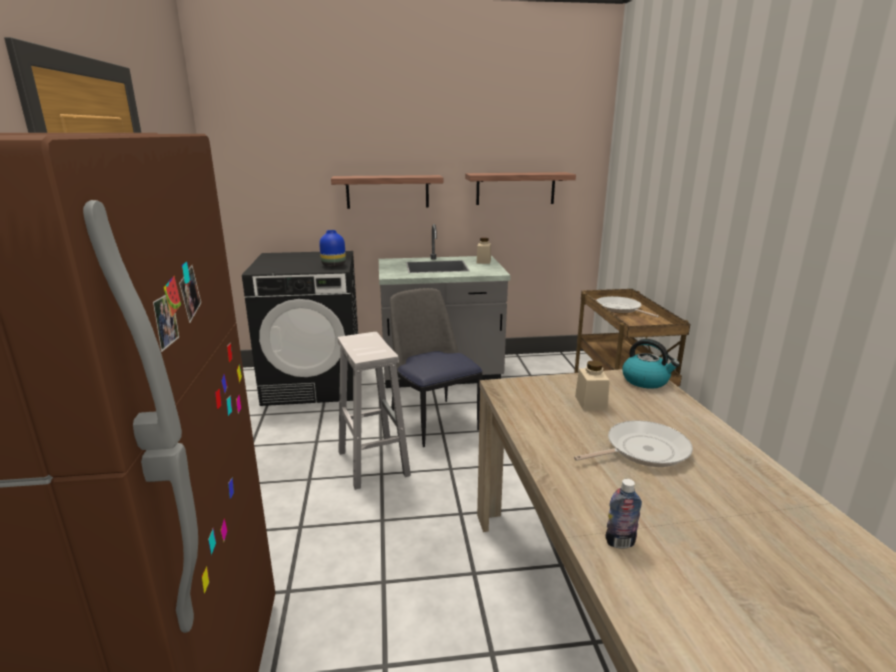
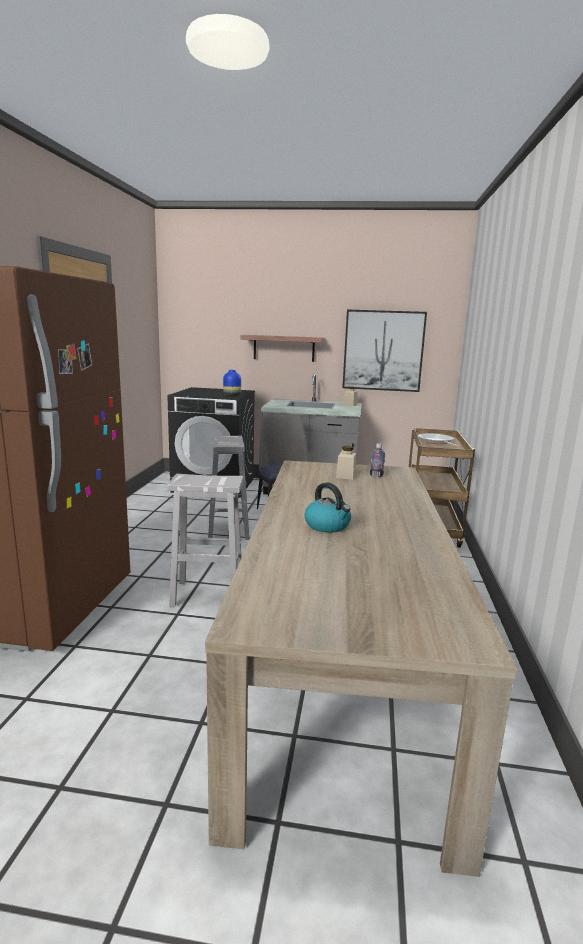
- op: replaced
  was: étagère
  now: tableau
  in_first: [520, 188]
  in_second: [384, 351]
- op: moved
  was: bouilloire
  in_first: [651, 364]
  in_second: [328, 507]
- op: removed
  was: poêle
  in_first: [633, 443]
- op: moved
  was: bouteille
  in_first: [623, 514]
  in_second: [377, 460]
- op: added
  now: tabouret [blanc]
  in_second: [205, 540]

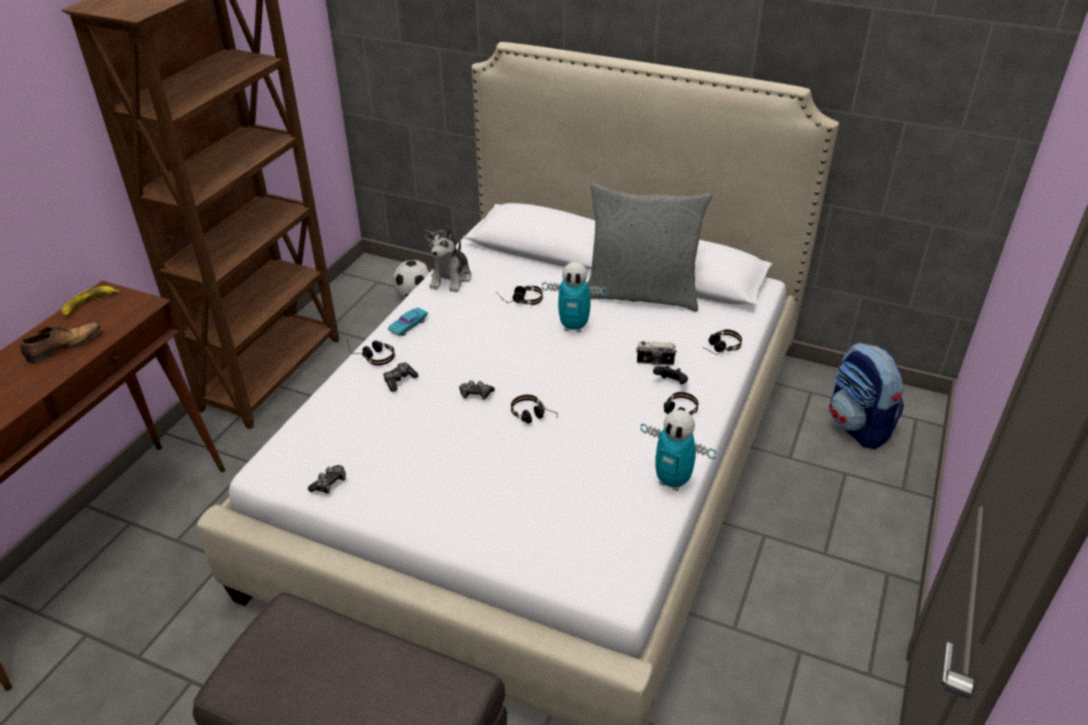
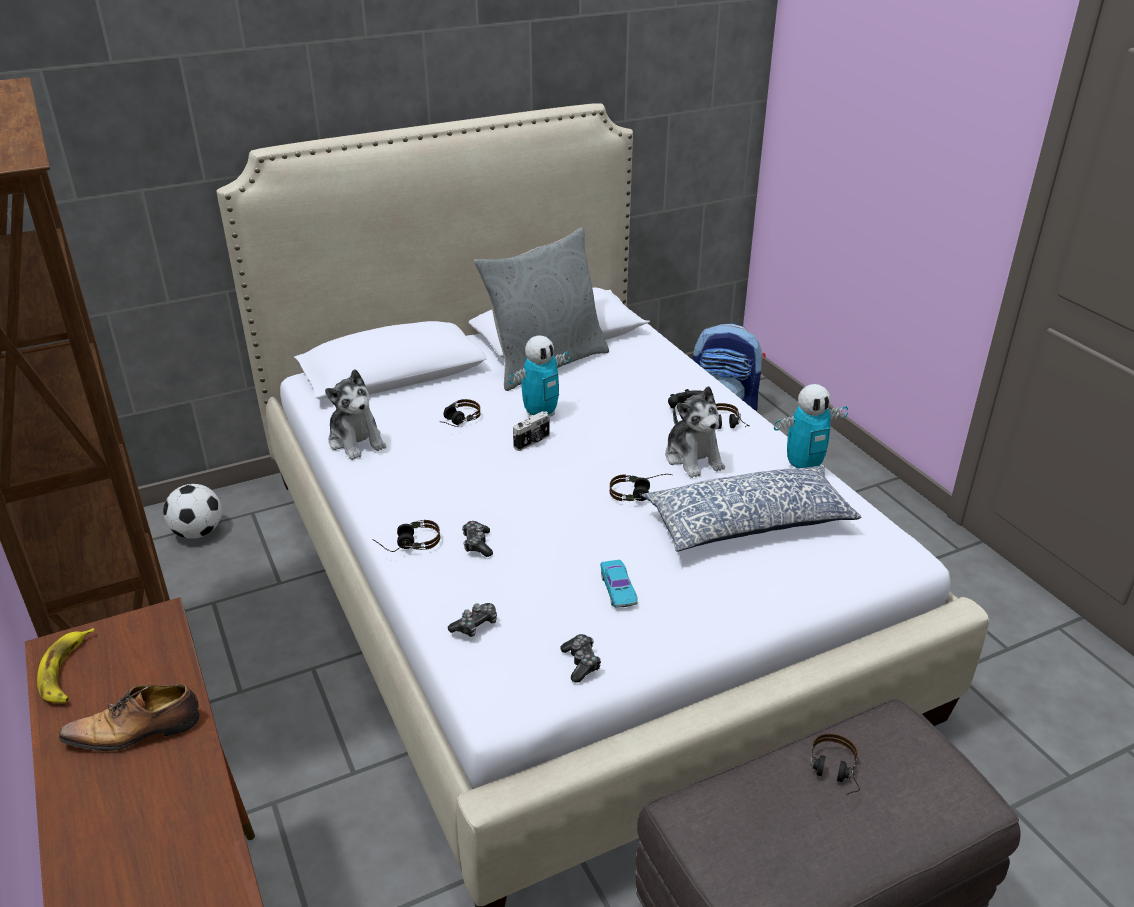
- op: moved
  was: petite voiture [turquoise]
  in_first: [408, 322]
  in_second: [619, 583]
- op: turned
  was: chaussure
  in_first: [61, 343]
  in_second: [129, 717]
  clockwise: -105
- op: moved
  was: casque audio
  in_first: [723, 342]
  in_second: [835, 764]
- op: moved
  was: appareil photo
  in_first: [656, 353]
  in_second: [531, 431]
- op: moved
  was: manette
  in_first: [477, 390]
  in_second: [472, 620]
- op: added
  now: peluche
  in_second: [695, 432]
- op: added
  now: coussin
  in_second: [752, 508]

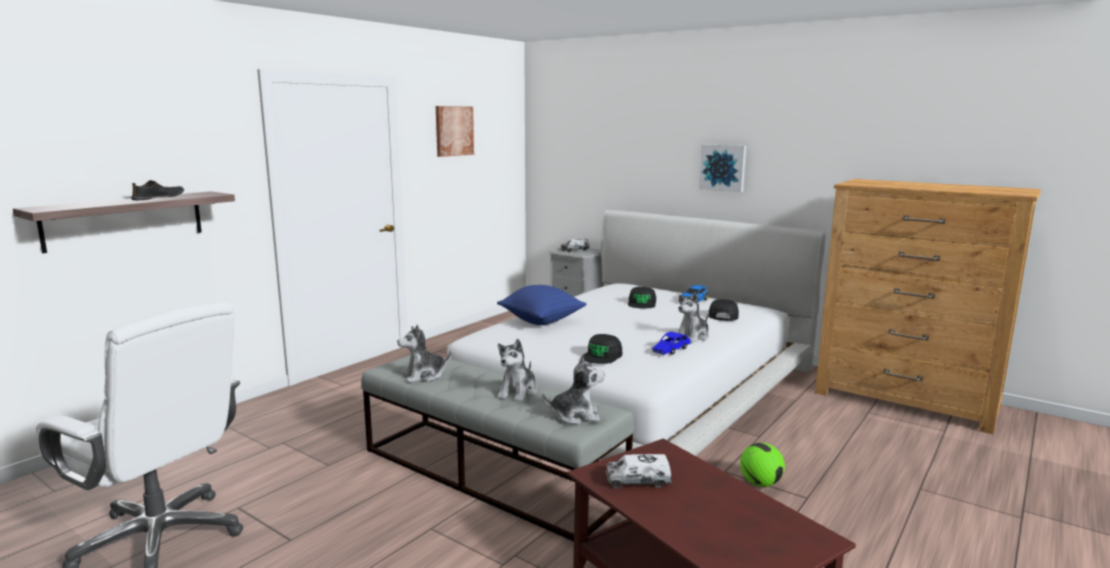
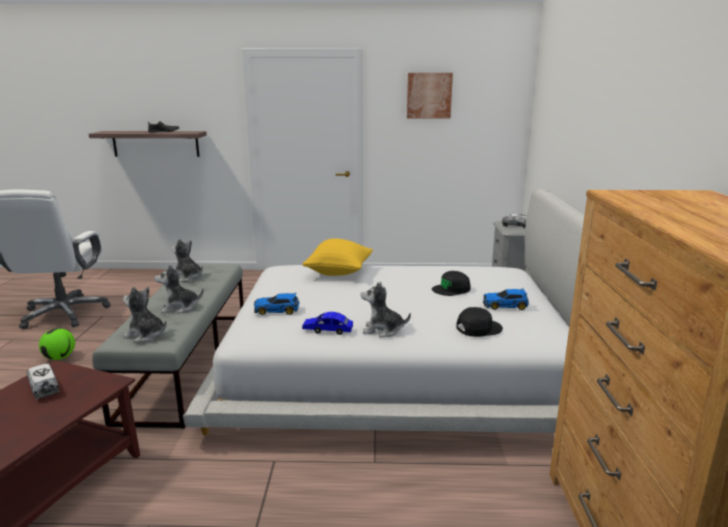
- op: removed
  was: tableau
  in_first: [722, 168]
- op: recoloured
  was: coussin [bleu]
  now: coussin [jaune]
  in_first: [541, 305]
  in_second: [338, 257]
- op: replaced
  was: casquette [noir]
  now: petite voiture
  in_first: [602, 349]
  in_second: [276, 304]
- op: turned
  was: peluche
  in_first: [574, 390]
  in_second: [145, 315]
  clockwise: 150
- op: moved
  was: ballon de foot
  in_first: [762, 465]
  in_second: [57, 344]

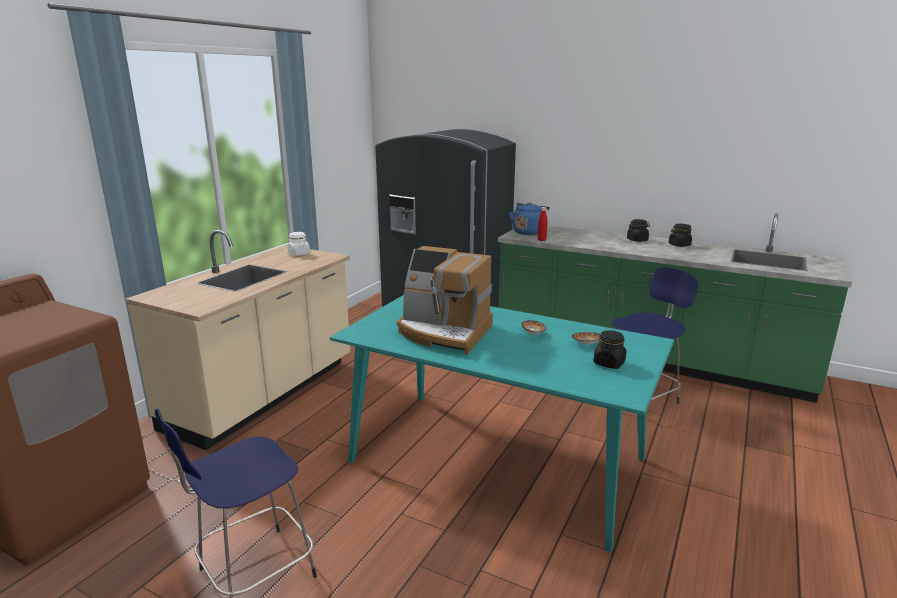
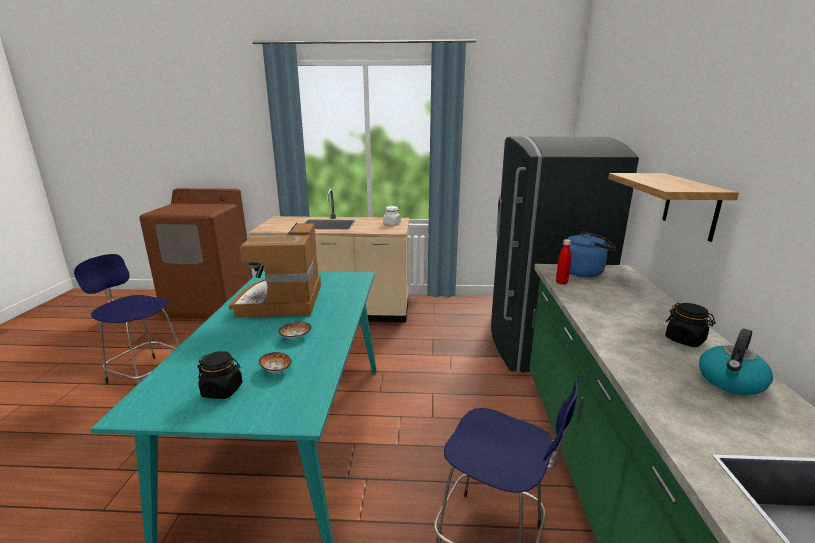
- op: replaced
  was: bocal [noir]
  now: bouilloire
  in_first: [680, 235]
  in_second: [736, 362]
- op: added
  now: étagère
  in_second: [673, 207]

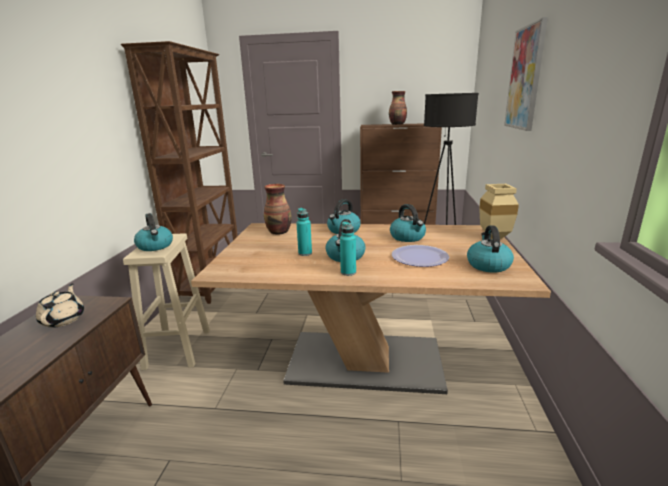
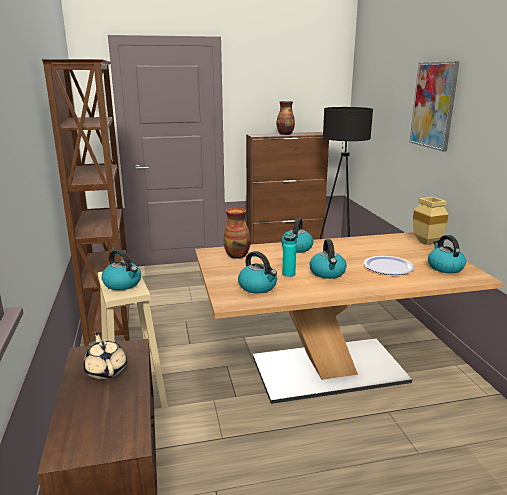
- op: moved
  was: bouilloire
  in_first: [408, 223]
  in_second: [257, 272]
- op: removed
  was: bouteille [turquoise]
  in_first: [348, 248]

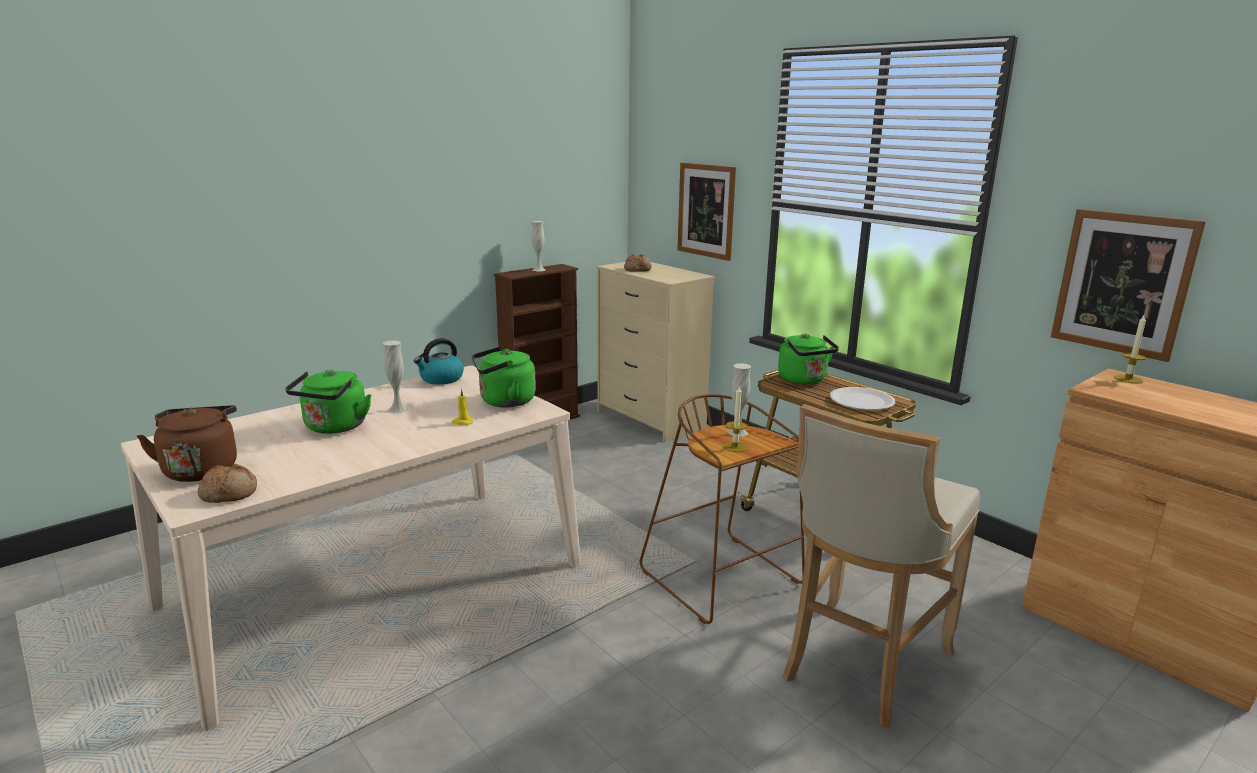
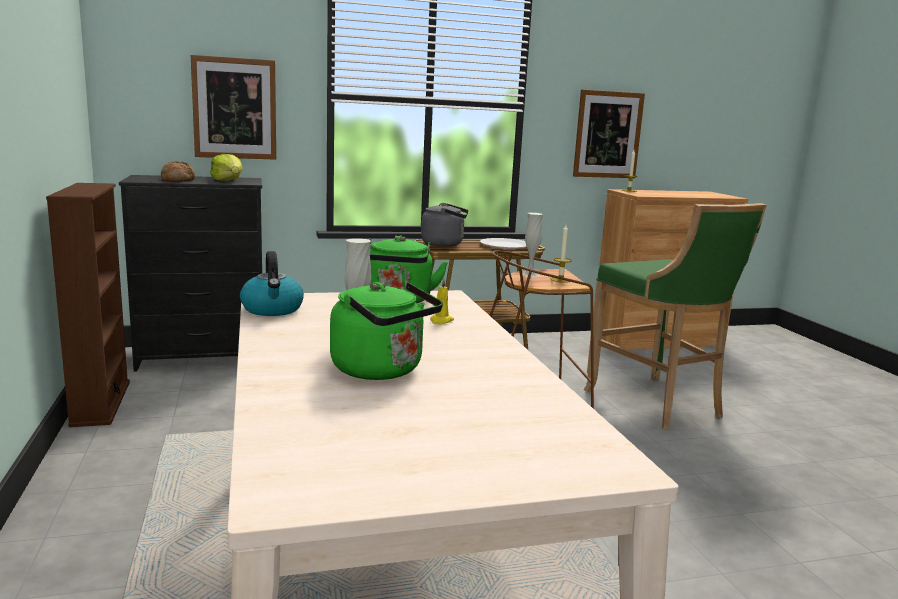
- op: removed
  was: vase [blanc]
  in_first: [538, 246]
- op: recoloured
  was: commode [beige]
  now: commode [noir]
  in_first: [656, 352]
  in_second: [190, 273]
- op: recoloured
  was: bouilloire [vert]
  now: bouilloire [gris]
  in_first: [808, 359]
  in_second: [444, 225]
- op: recoloured
  was: tabouret [beige]
  now: tabouret [vert]
  in_first: [881, 565]
  in_second: [675, 316]
- op: removed
  was: bouilloire [marron]
  in_first: [187, 443]
- op: removed
  was: pain
  in_first: [227, 483]
- op: added
  now: laitue
  in_second: [226, 167]

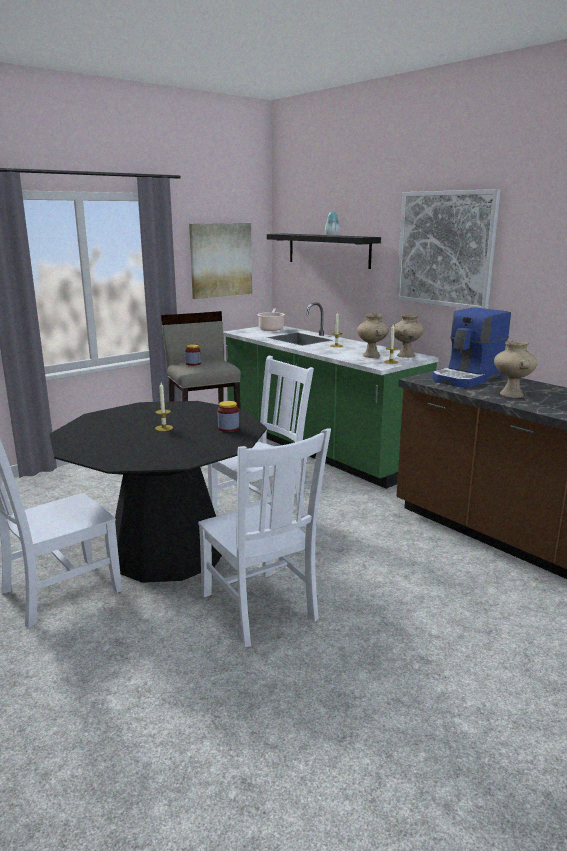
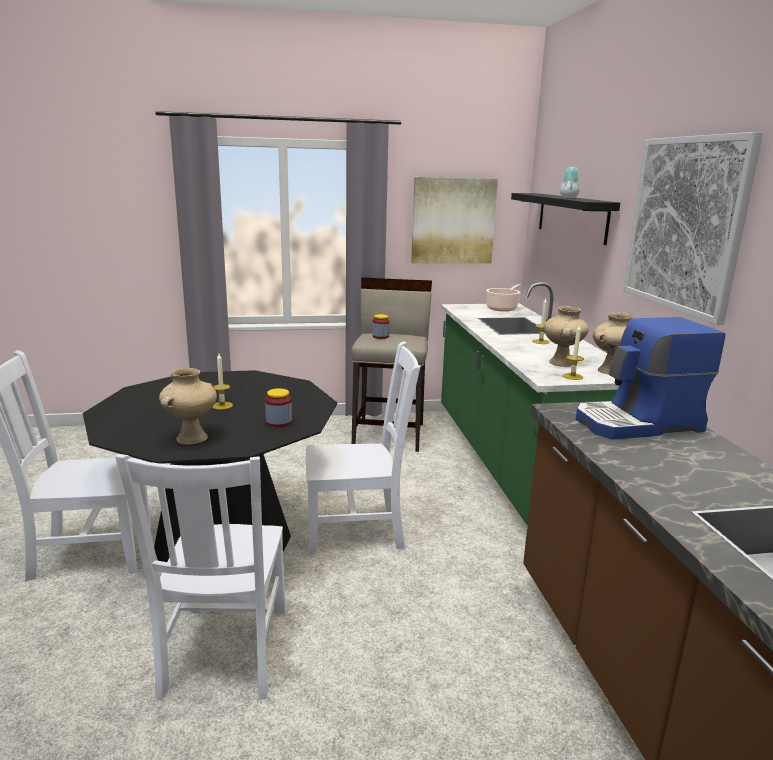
- op: moved
  was: vase [beige]
  in_first: [515, 369]
  in_second: [188, 406]

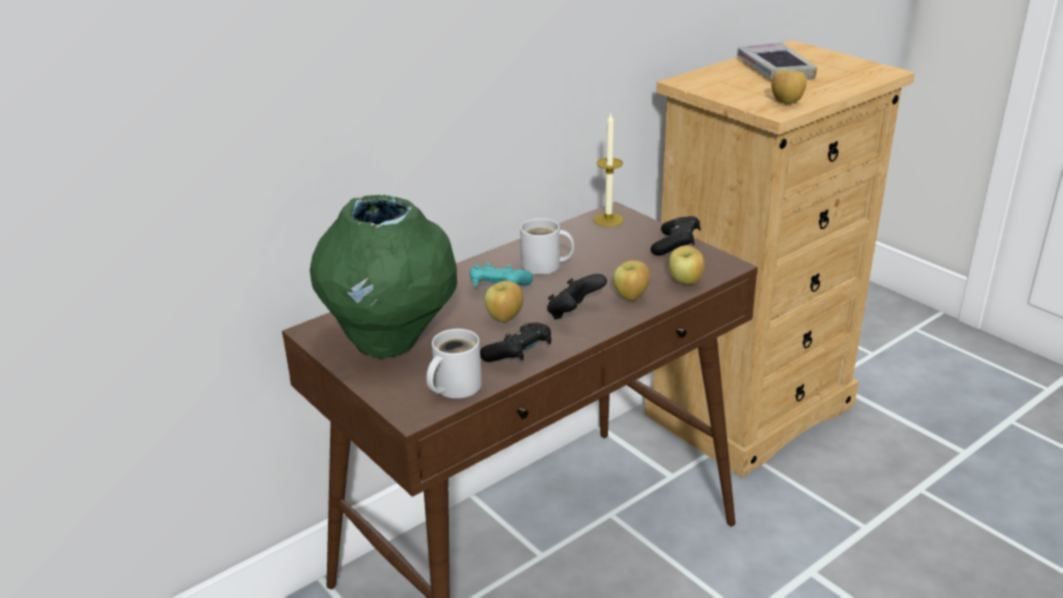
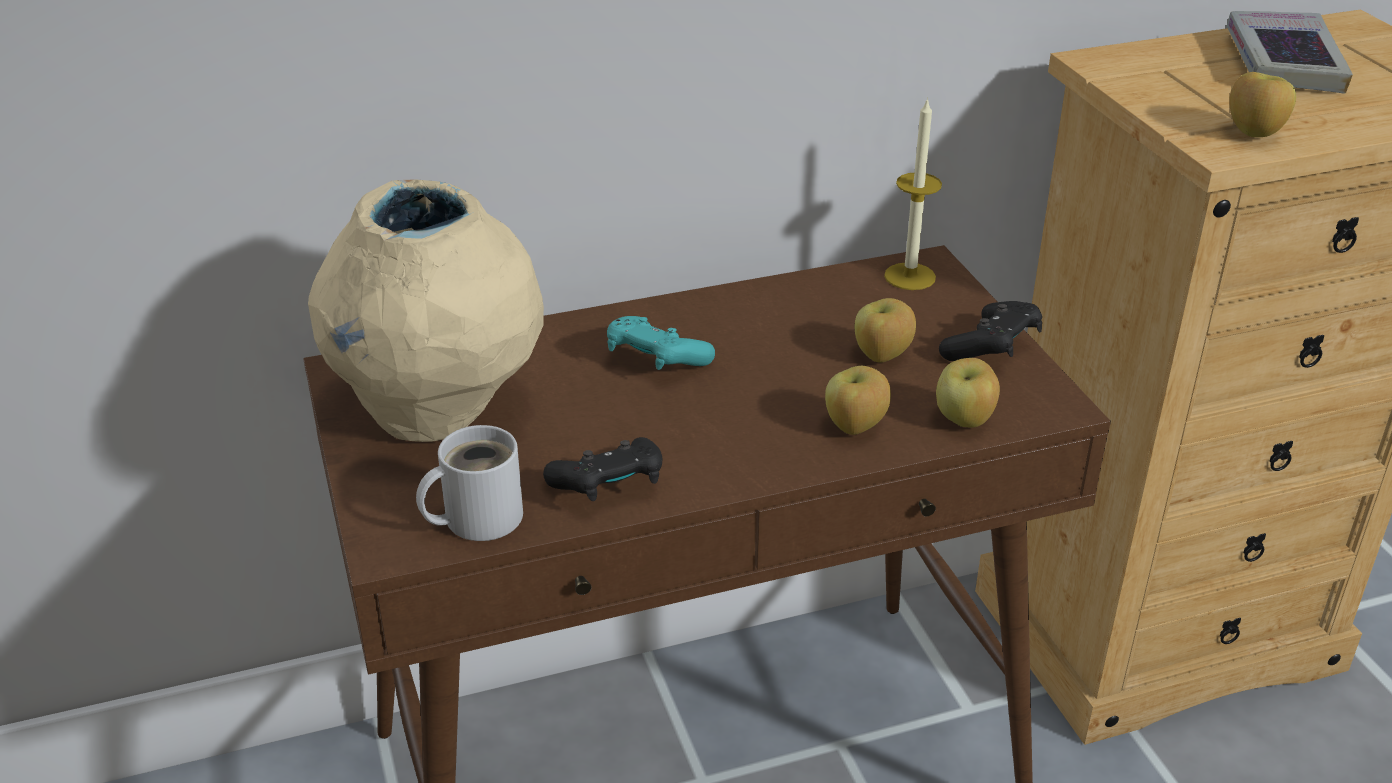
- op: recoloured
  was: vase [vert]
  now: vase [beige]
  in_first: [383, 276]
  in_second: [426, 310]
- op: removed
  was: mug [blanc]
  in_first: [547, 246]
- op: removed
  was: manette [noir]
  in_first: [577, 296]
- op: moved
  was: pomme
  in_first: [504, 301]
  in_second: [885, 330]

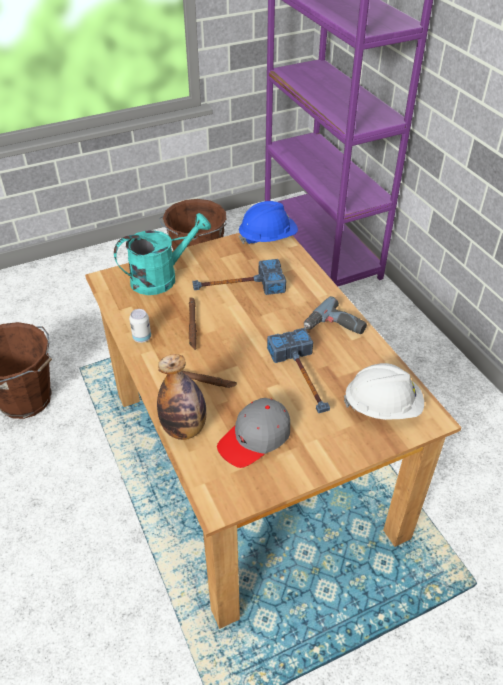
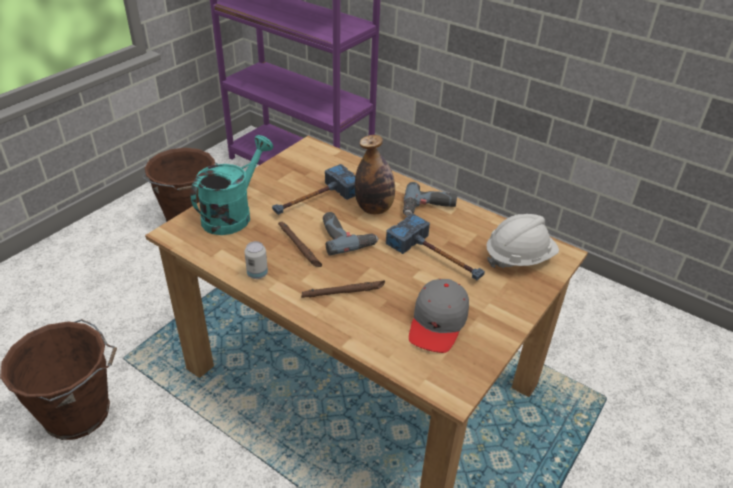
- op: removed
  was: casque de chantier [bleu]
  in_first: [268, 222]
- op: moved
  was: bouteille
  in_first: [181, 397]
  in_second: [375, 174]
- op: added
  now: perceuse
  in_second: [351, 234]

